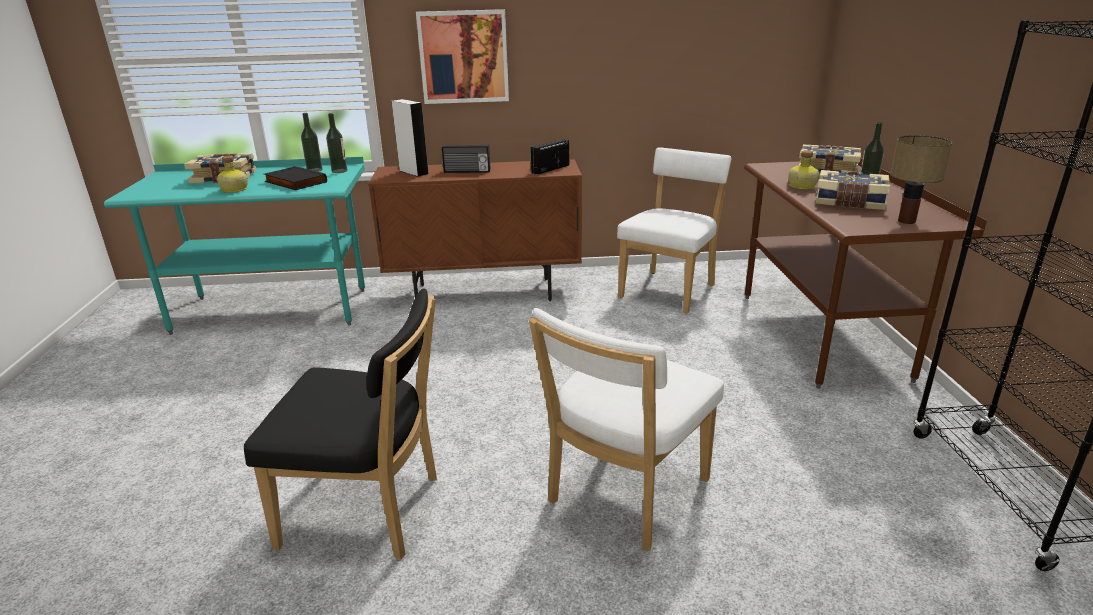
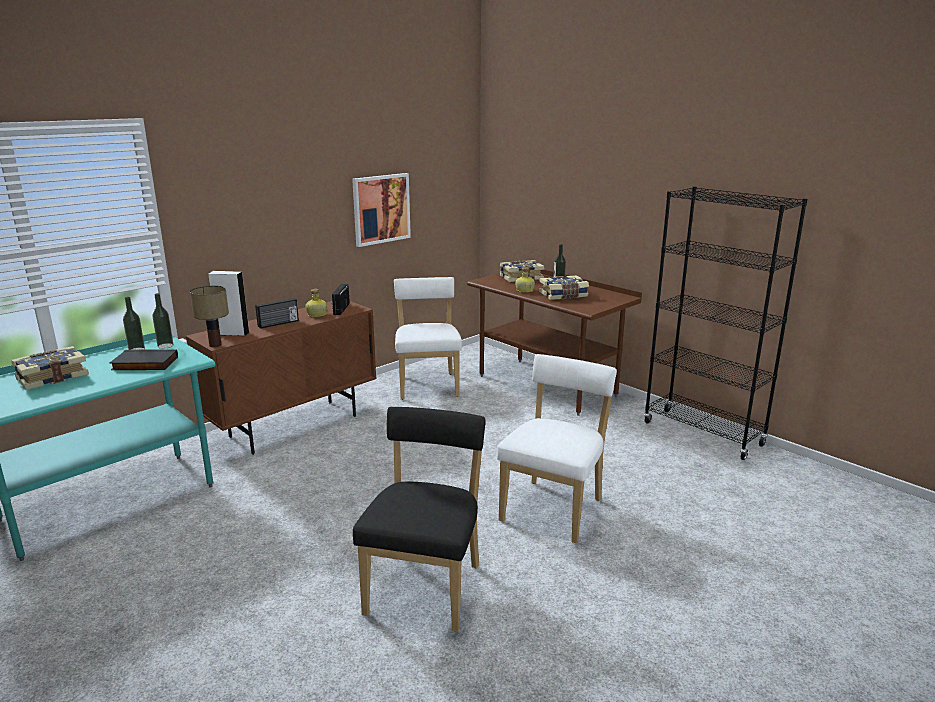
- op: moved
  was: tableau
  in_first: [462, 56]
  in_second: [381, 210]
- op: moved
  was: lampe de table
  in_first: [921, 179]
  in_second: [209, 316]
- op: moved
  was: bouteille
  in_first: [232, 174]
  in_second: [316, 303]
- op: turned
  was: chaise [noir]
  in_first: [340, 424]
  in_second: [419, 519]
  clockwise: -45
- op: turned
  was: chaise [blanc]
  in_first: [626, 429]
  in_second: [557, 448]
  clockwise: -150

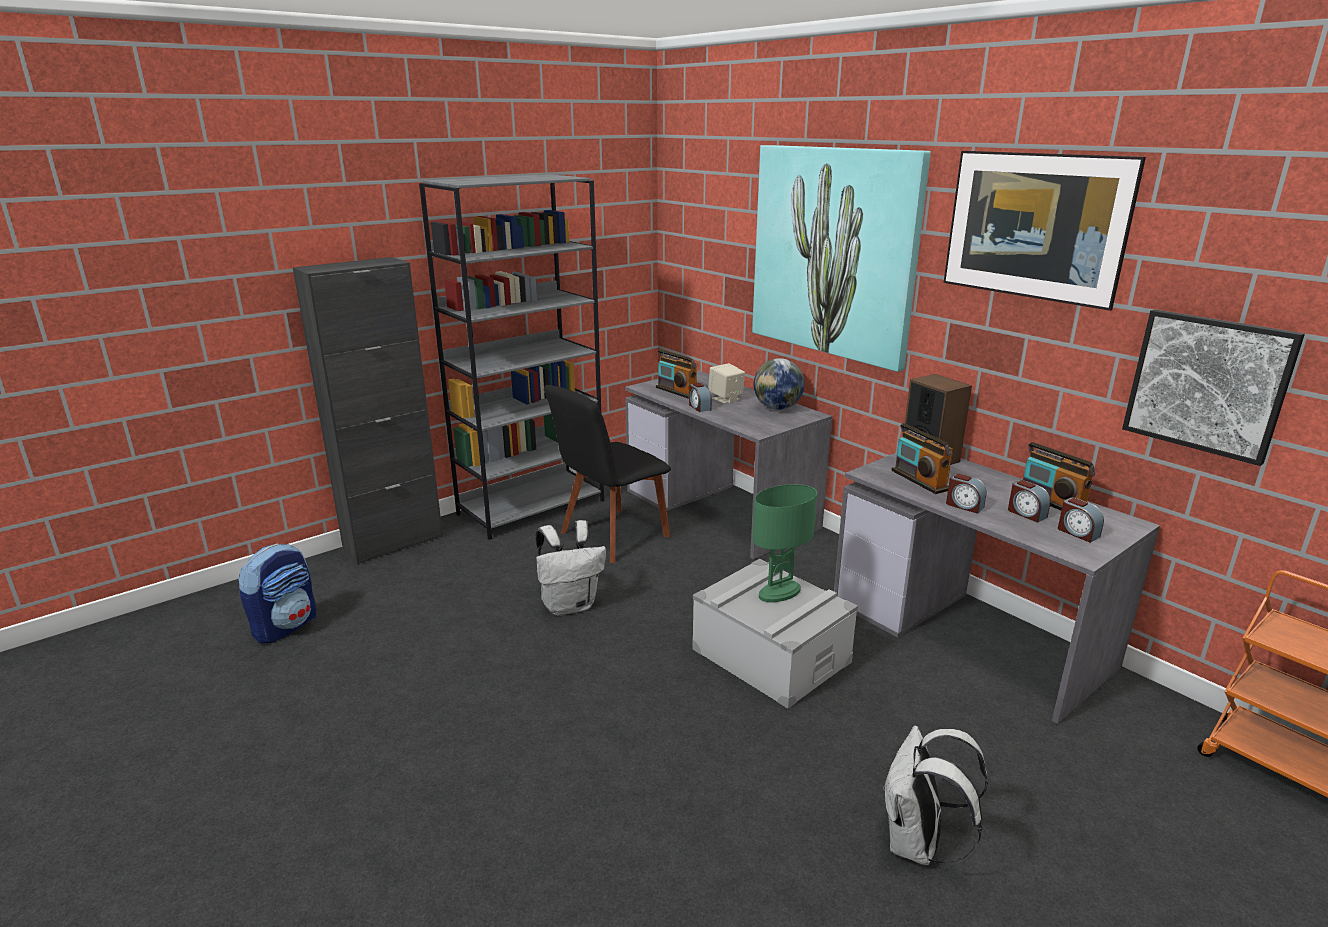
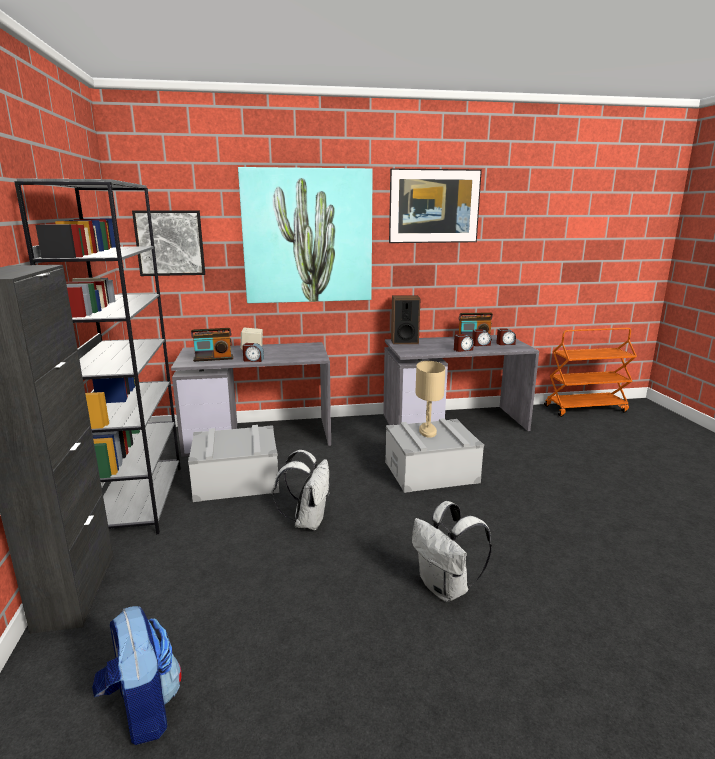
- op: moved
  was: tableau
  in_first: [1213, 387]
  in_second: [168, 243]
- op: removed
  was: globe
  in_first: [779, 384]
- op: replaced
  was: chaise [noir]
  now: boîte de rangement [gris]
  in_first: [607, 474]
  in_second: [233, 463]
- op: removed
  was: radio
  in_first: [922, 458]
- op: recoloured
  was: lampe de table [vert]
  now: lampe de table [beige]
  in_first: [785, 543]
  in_second: [430, 399]
- op: moved
  was: sac à dos [blanc]
  in_first: [935, 795]
  in_second: [452, 551]

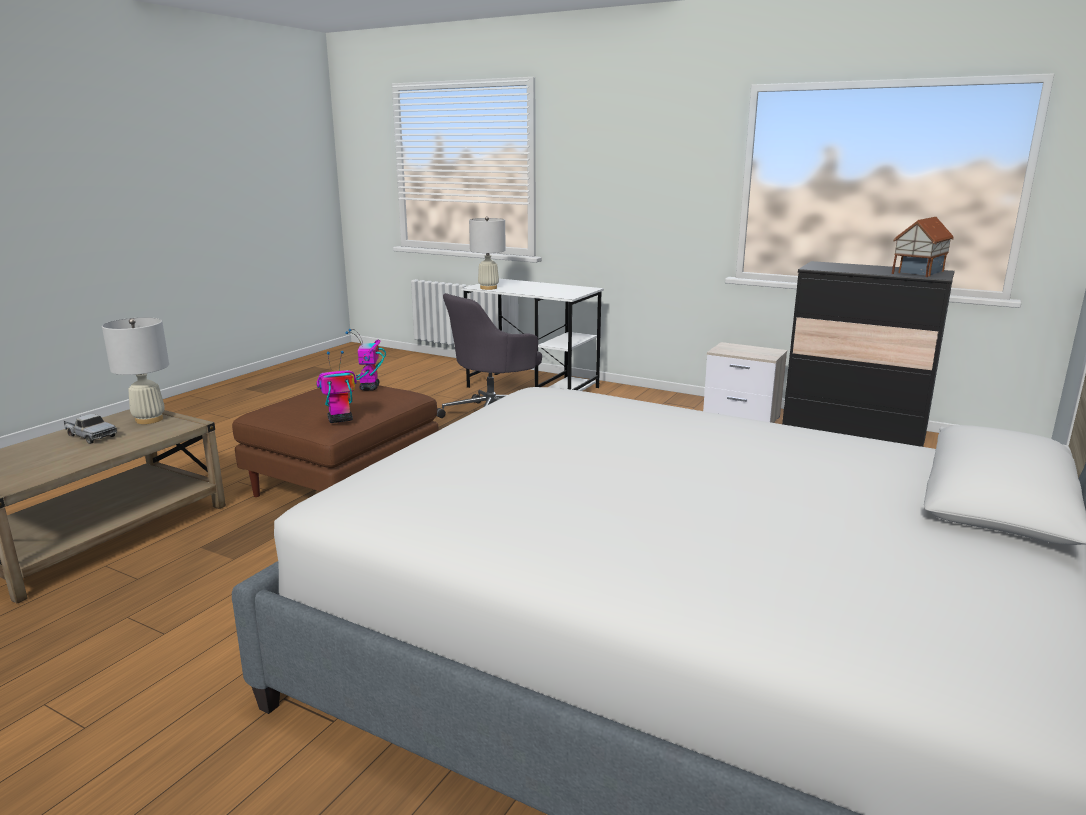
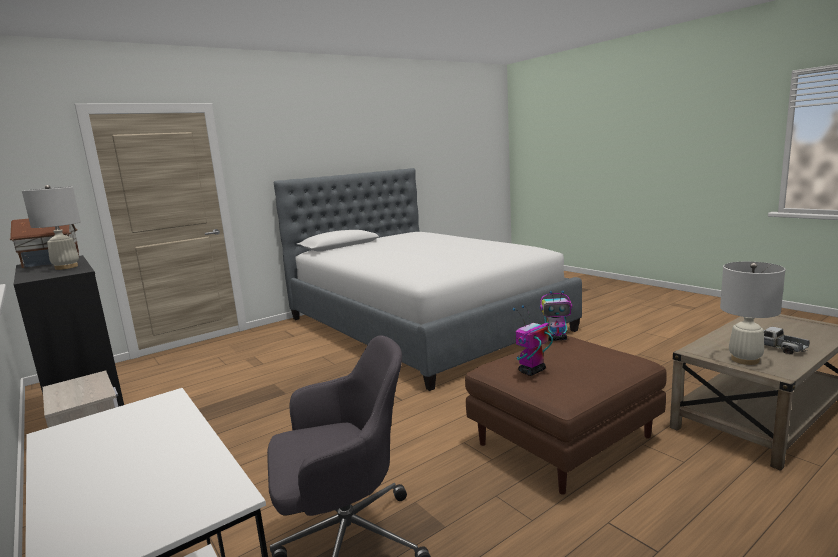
- op: moved
  was: lampe de table [blanc]
  in_first: [487, 253]
  in_second: [51, 227]
- op: turned
  was: robot jouet
  in_first: [365, 360]
  in_second: [532, 340]
  clockwise: -150

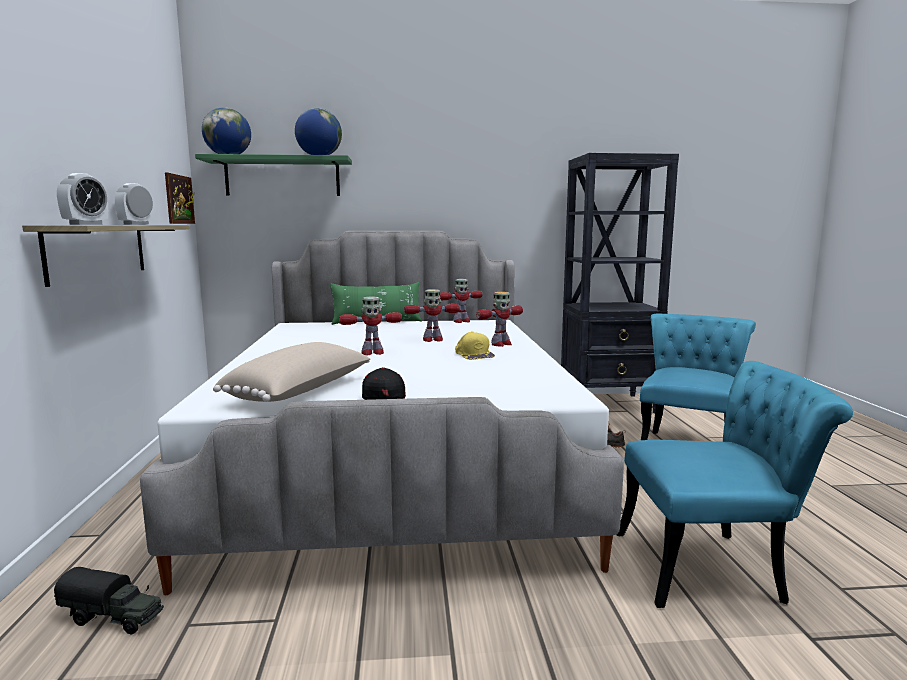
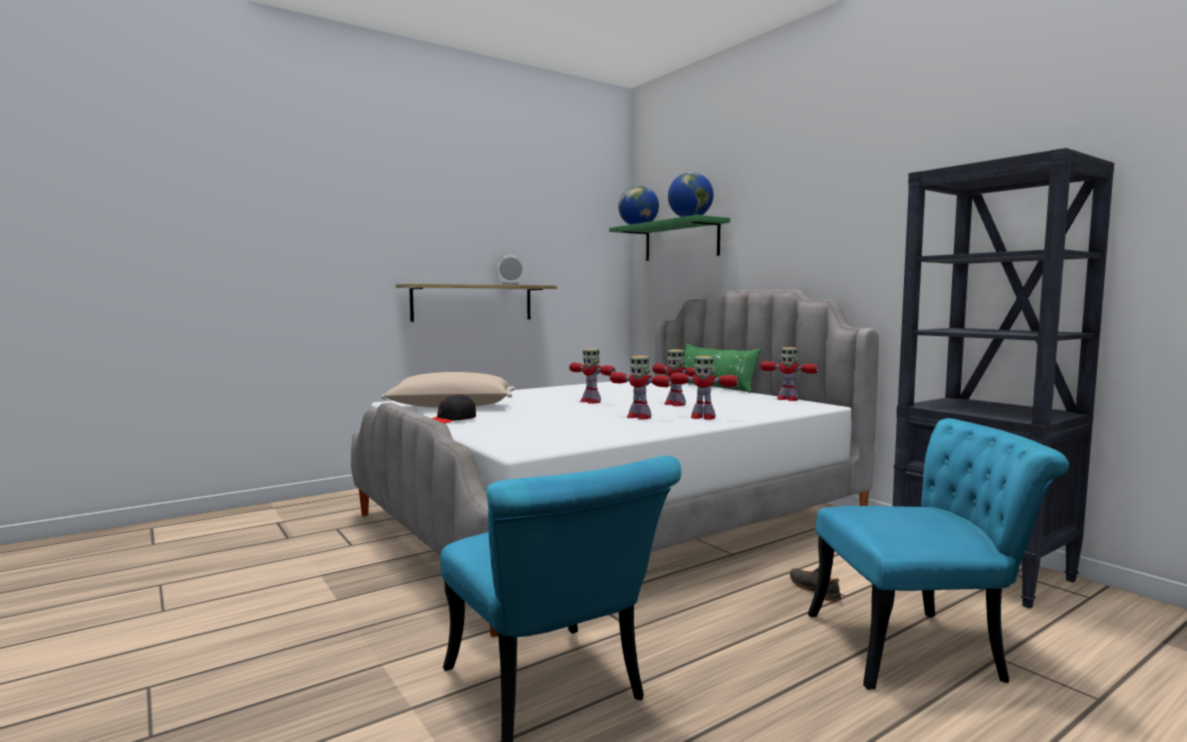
- op: removed
  was: tableau
  in_first: [180, 198]
- op: removed
  was: réveil
  in_first: [82, 199]
- op: replaced
  was: casquette [jaune]
  now: robot jouet
  in_first: [475, 345]
  in_second: [641, 388]
- op: removed
  was: camion jouet
  in_first: [109, 600]

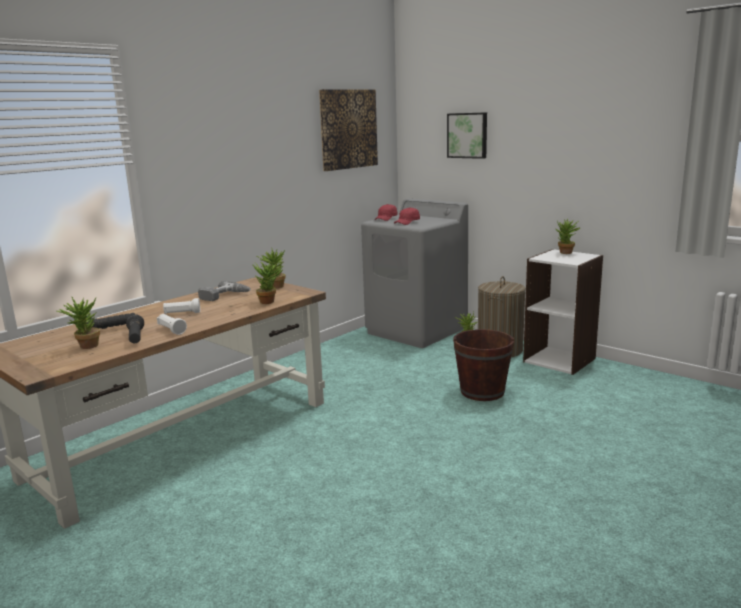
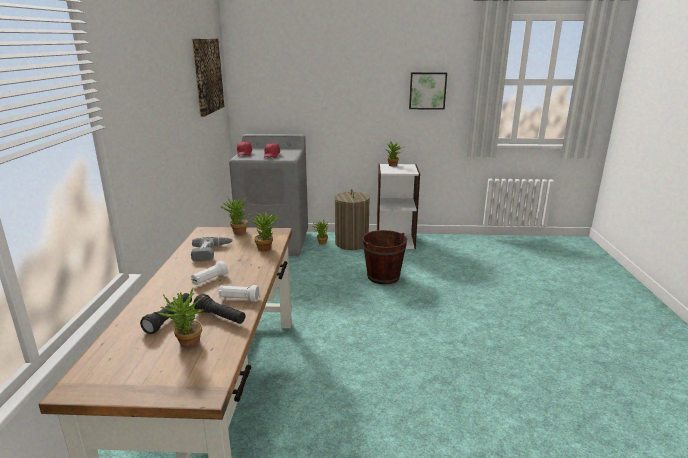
- op: moved
  was: tableau
  in_first: [467, 135]
  in_second: [428, 91]

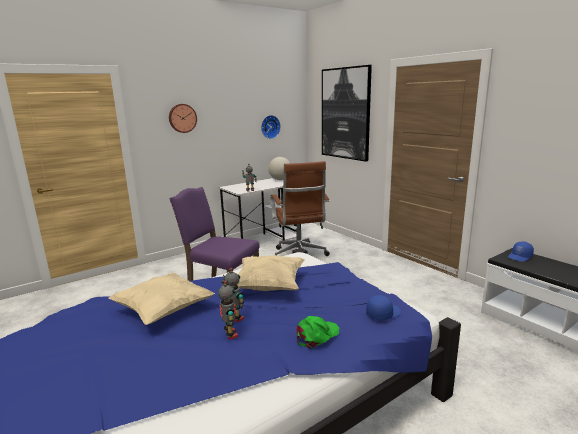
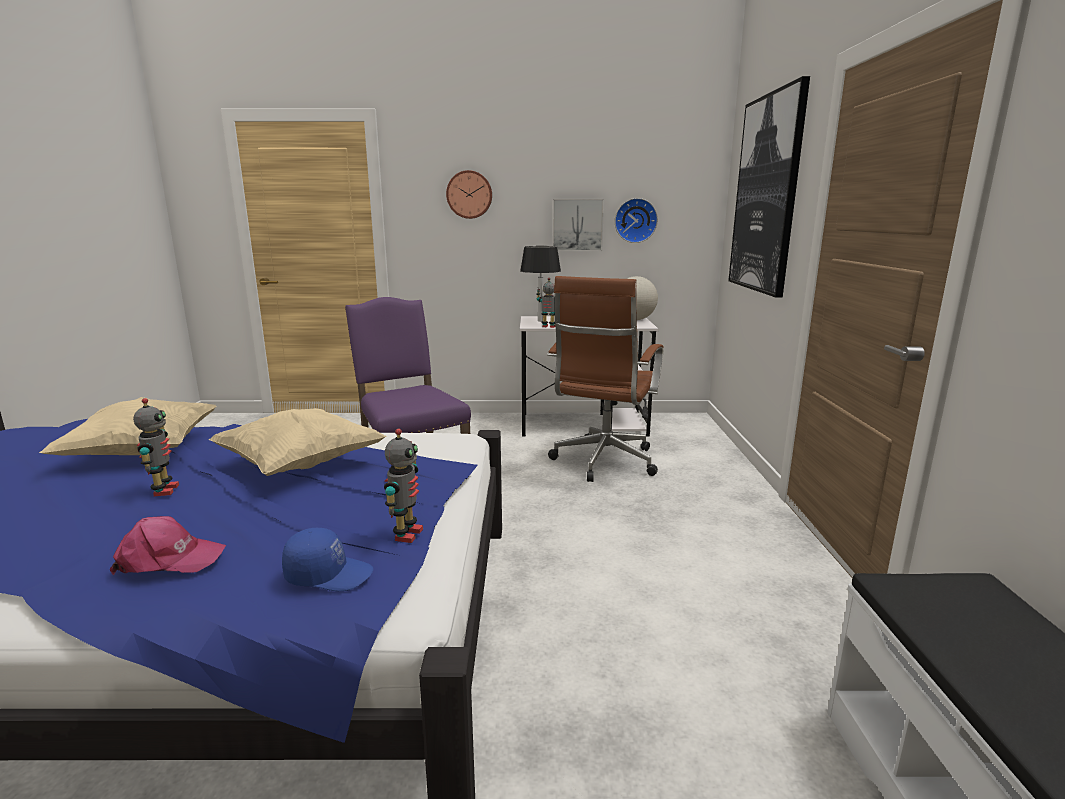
- op: removed
  was: casquette [bleu]
  in_first: [521, 251]
- op: moved
  was: robot jouet
  in_first: [228, 310]
  in_second: [403, 485]
- op: recoloured
  was: casquette [vert]
  now: casquette [rose]
  in_first: [318, 332]
  in_second: [167, 545]
- op: added
  now: tableau
  in_second: [578, 225]
- op: added
  now: lampe de table [noir]
  in_second: [540, 284]

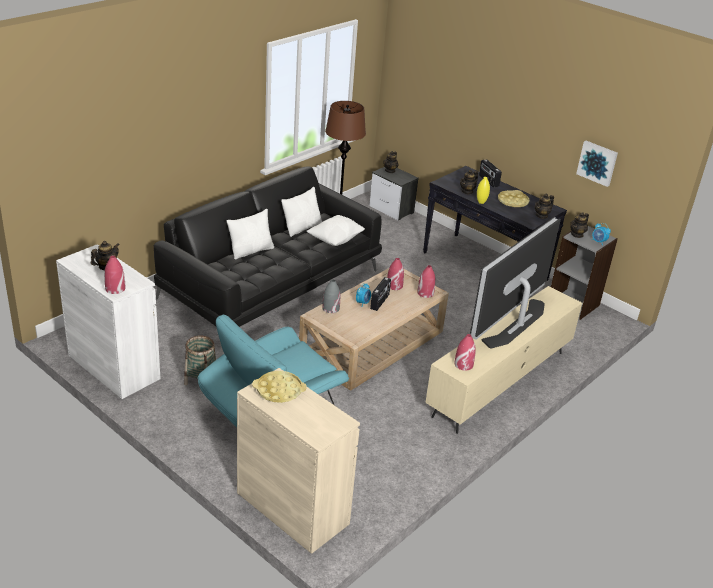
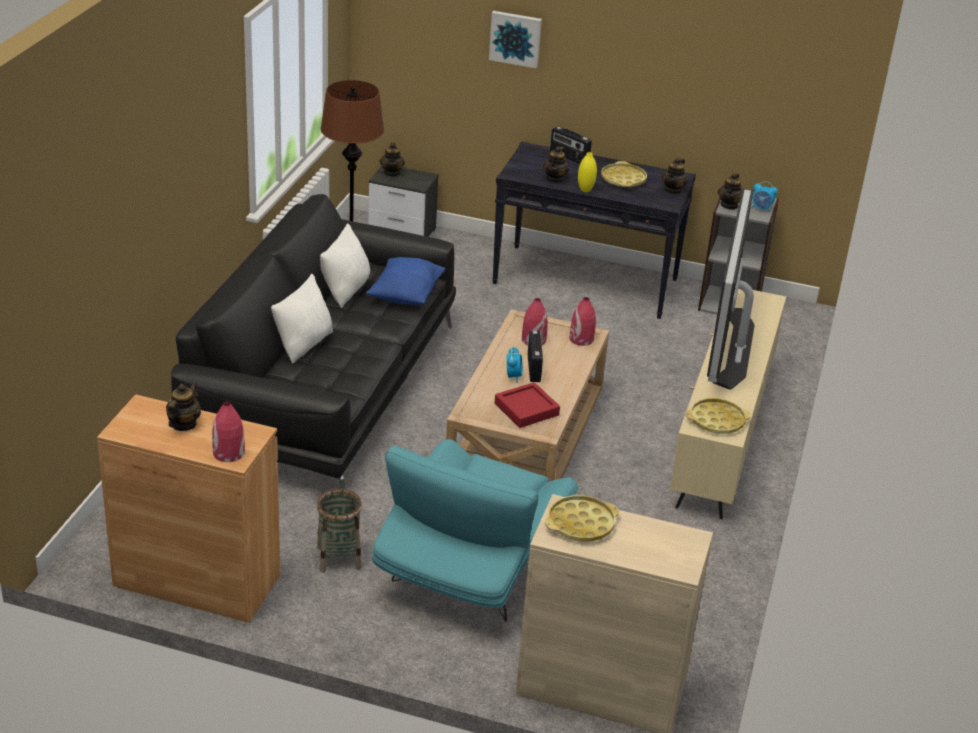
- op: moved
  was: tableau
  in_first: [597, 164]
  in_second: [515, 39]
- op: recoloured
  was: coussin [blanc]
  now: coussin [bleu]
  in_first: [336, 230]
  in_second: [405, 281]
- op: recoloured
  was: meuble de rangement [blanc]
  now: meuble de rangement [marron]
  in_first: [108, 321]
  in_second: [188, 508]
- op: removed
  was: vase [gris]
  in_first: [331, 296]
- op: replaced
  was: vase [rouge]
  now: plateau [jaune]
  in_first: [465, 352]
  in_second: [718, 416]
- op: added
  now: plateau [rouge]
  in_second: [527, 405]

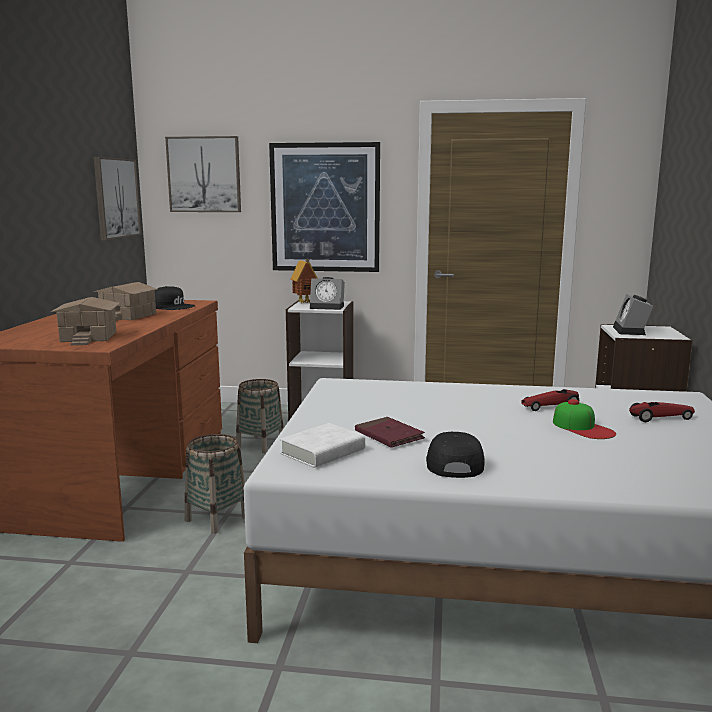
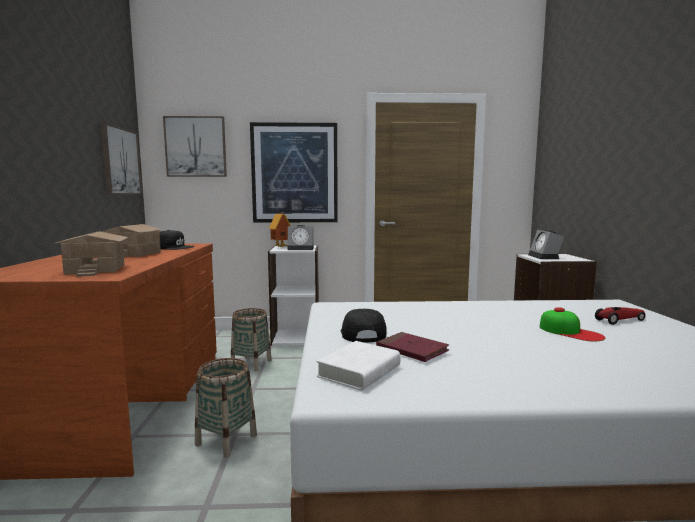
- op: removed
  was: petite voiture
  in_first: [550, 400]
- op: moved
  was: casquette [noir]
  in_first: [455, 455]
  in_second: [364, 326]

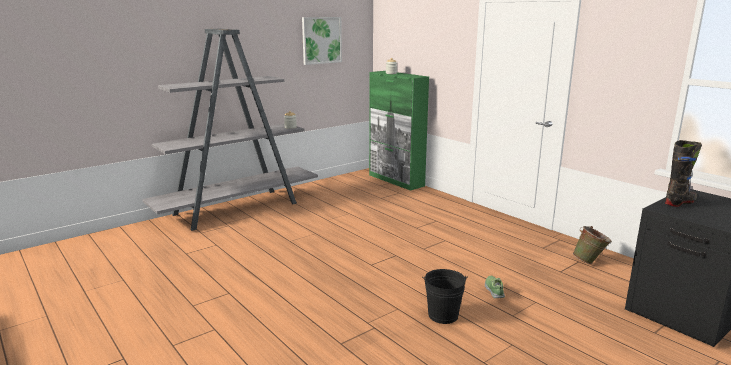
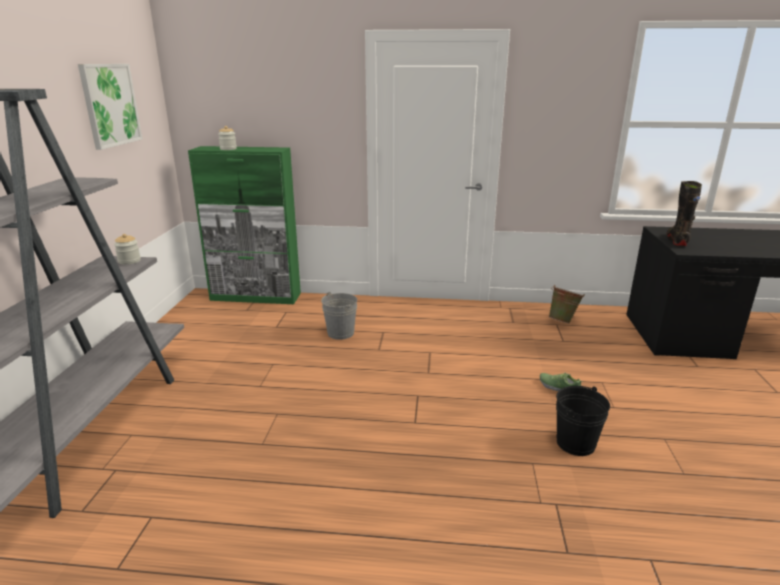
- op: added
  now: seau [gris]
  in_second: [339, 316]

